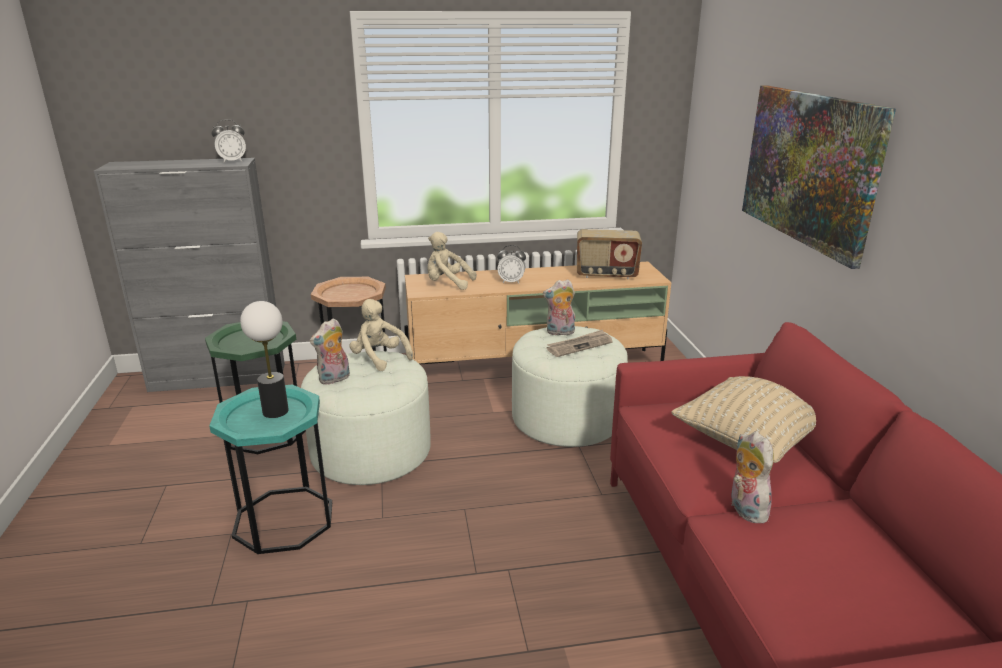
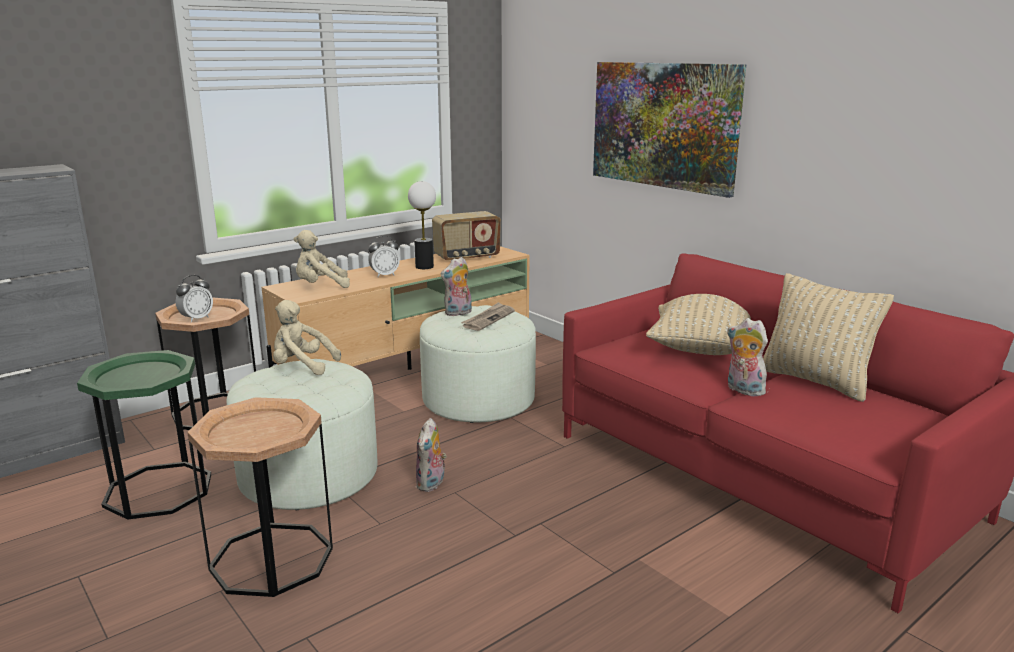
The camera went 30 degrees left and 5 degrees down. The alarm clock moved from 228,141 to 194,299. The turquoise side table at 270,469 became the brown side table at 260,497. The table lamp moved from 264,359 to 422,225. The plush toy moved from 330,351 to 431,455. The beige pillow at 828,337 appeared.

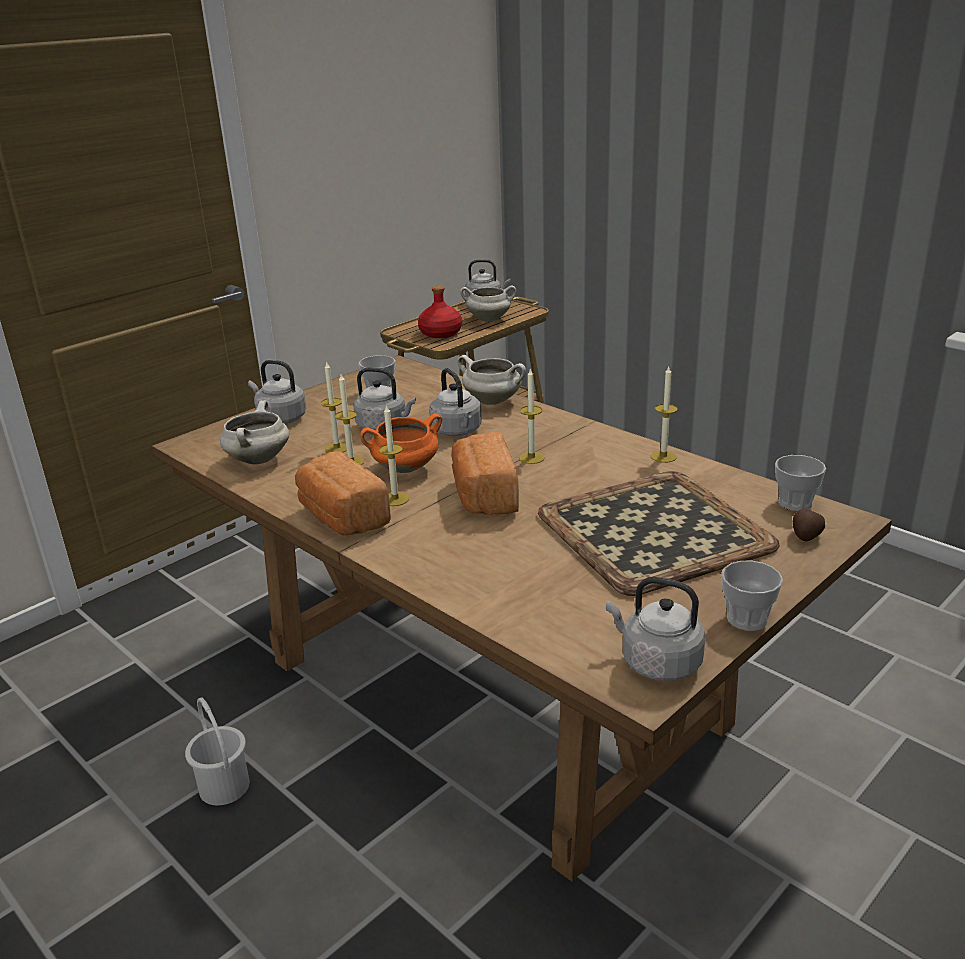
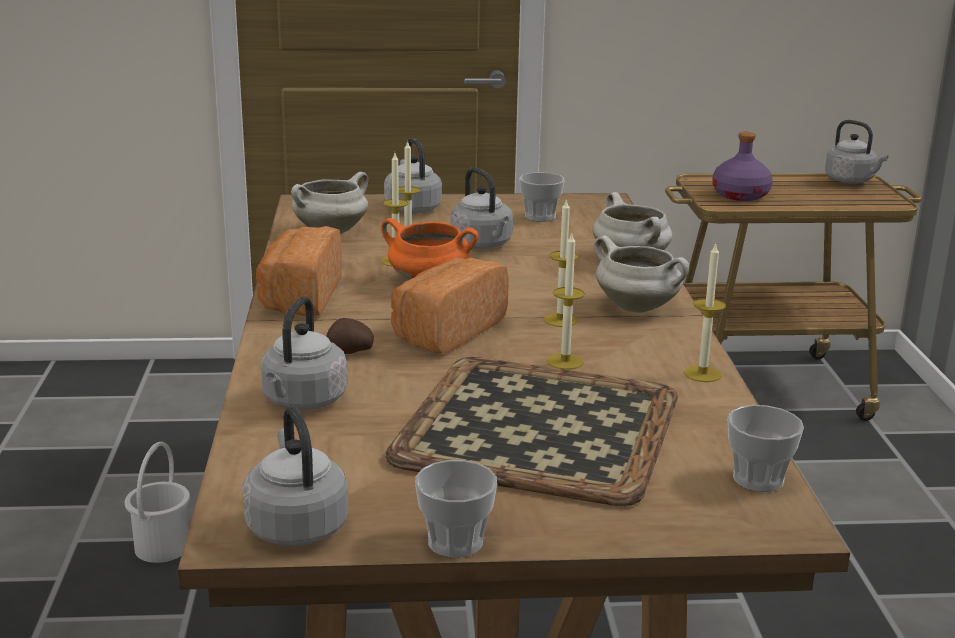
The camera went 40 degrees right and 5 degrees down. The grey kettle moved from 455,402 to 304,353. The potato moved from 809,525 to 350,336. The candle moved from 394,455 to 566,301. The white cooking pot moved from 488,303 to 641,274. The red bottle at 440,311 became the purple bottle at 742,166.

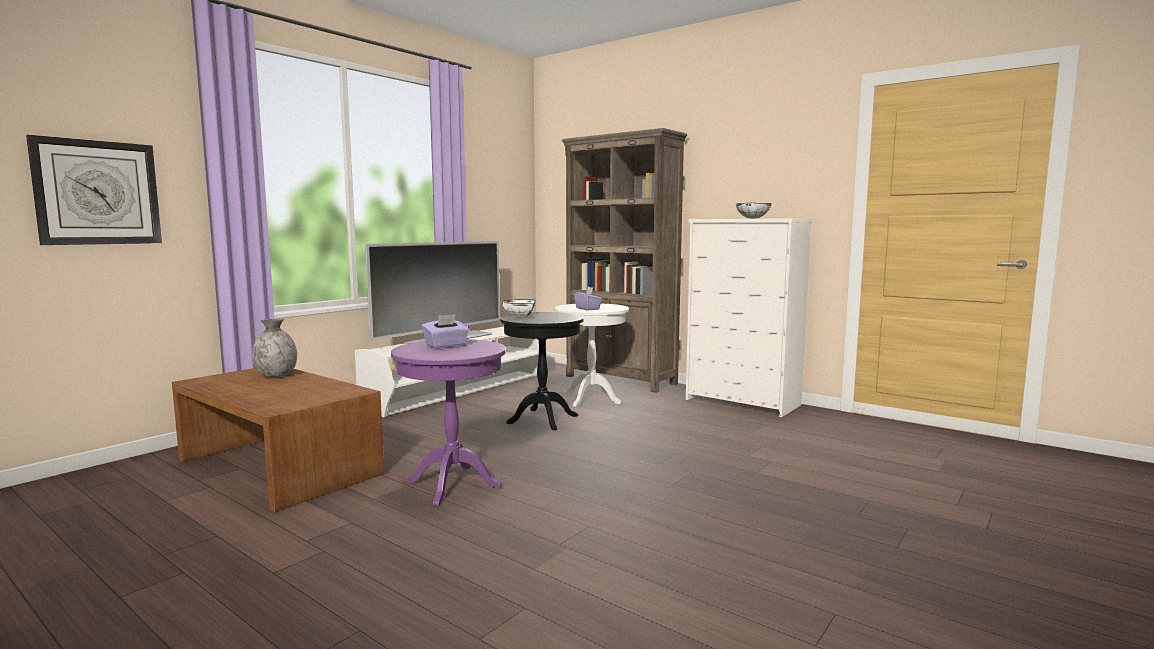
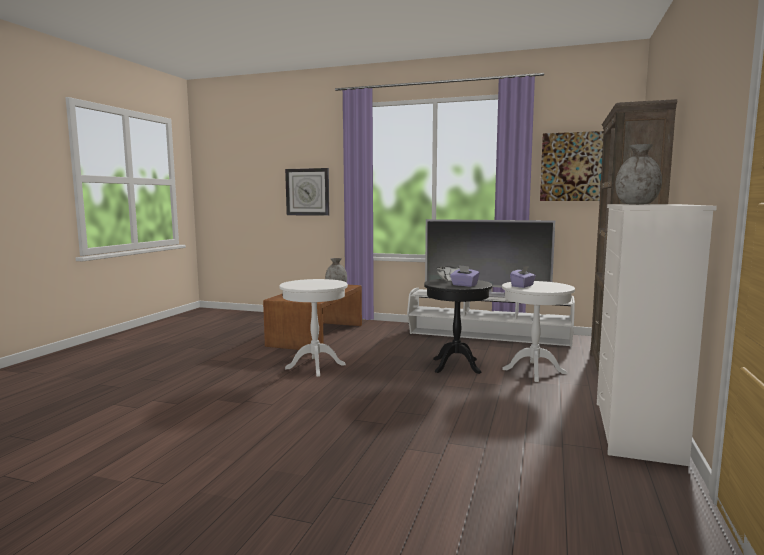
The camera went 70 degrees right and 0 degrees up. The purple side table at 448,422 became the white side table at 313,328. The purple tissue box moved from 445,331 to 465,276. The picture at 572,166 appeared. The white bowl at 753,211 was replaced by the grey vase at 638,174.

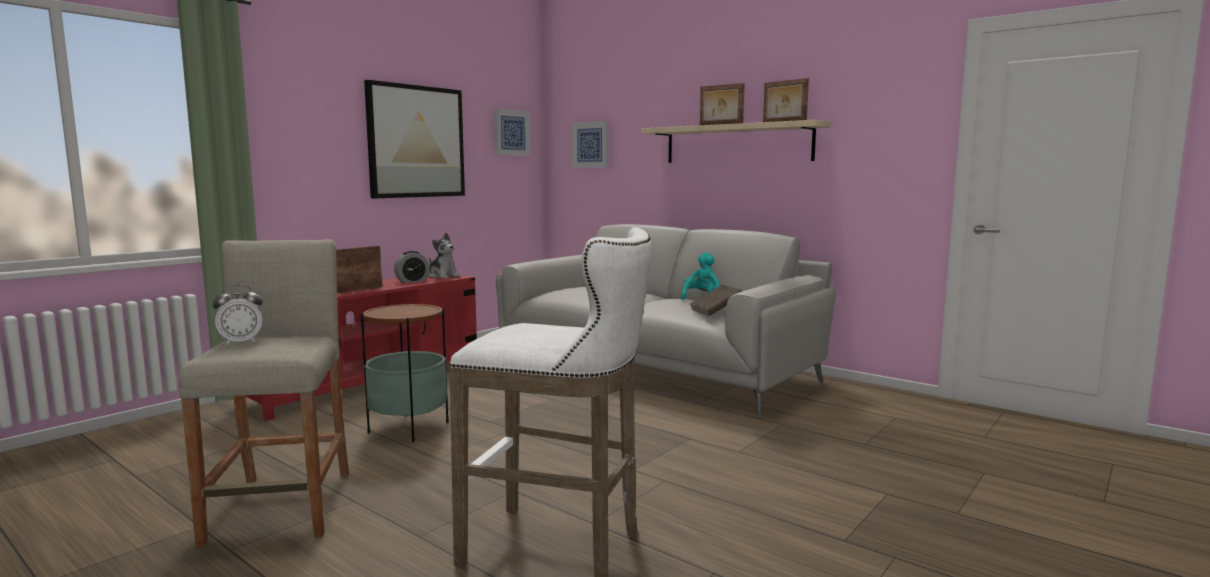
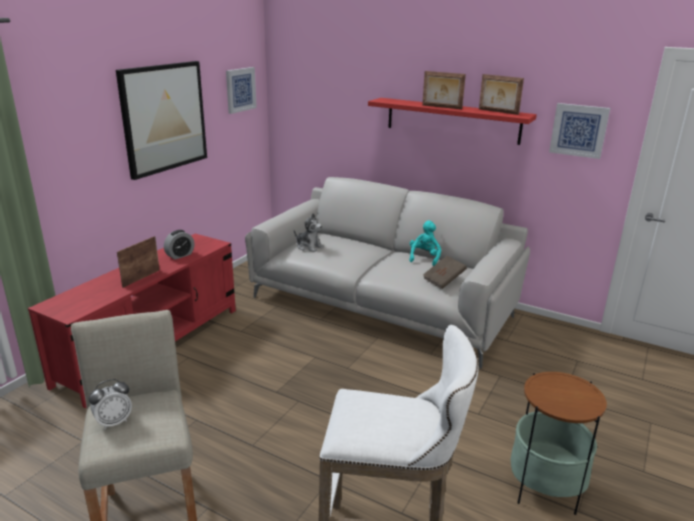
The camera went 10 degrees left and 15 degrees up. The plush toy moved from 444,256 to 309,232. The beige shelf at 735,141 became the red shelf at 452,121. The side table moved from 405,372 to 559,443. The picture moved from 590,144 to 579,131.

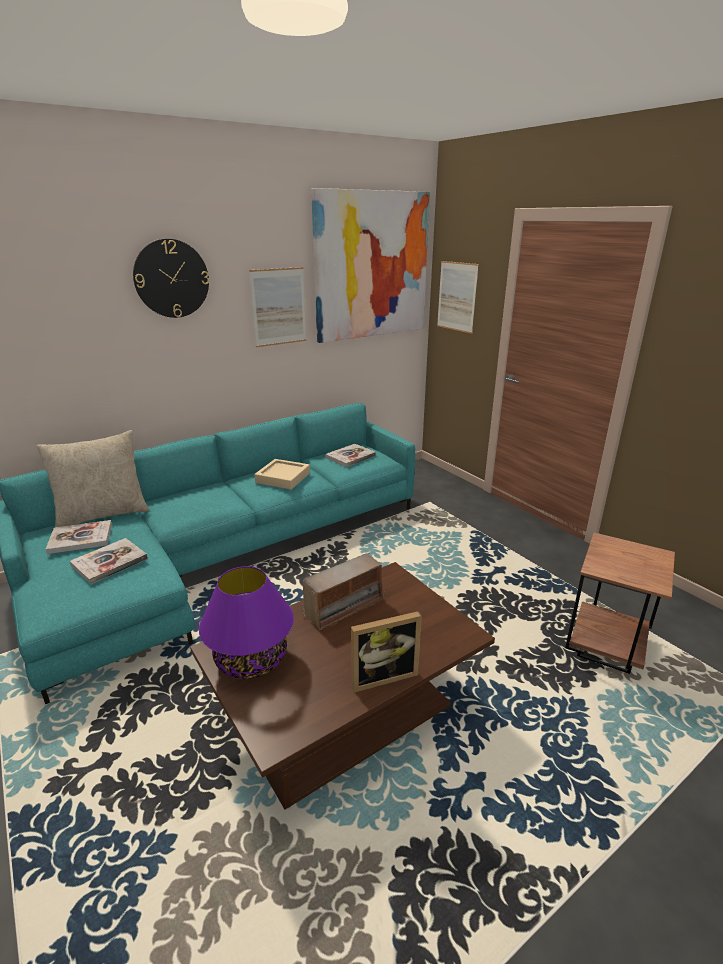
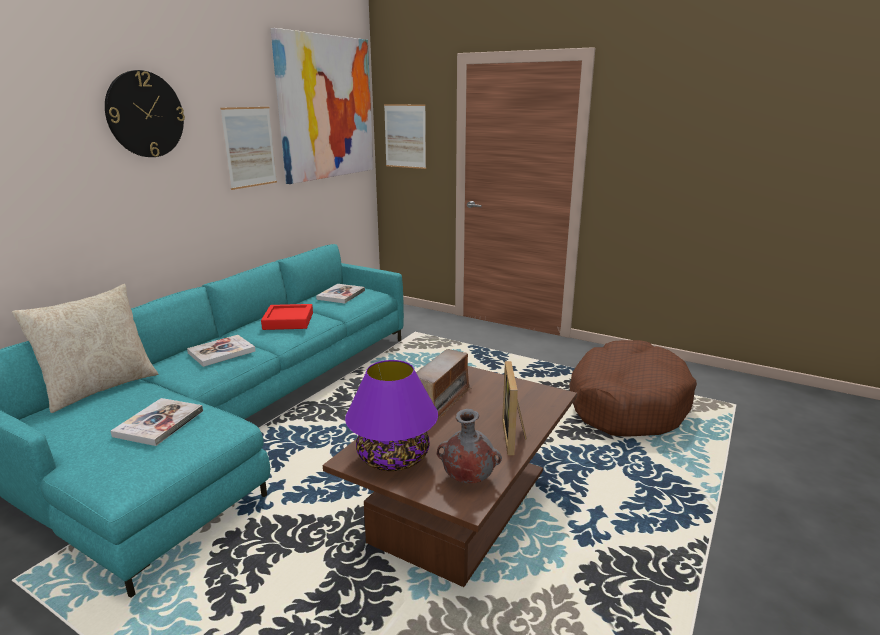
The camera went 25 degrees left and 5 degrees down. The book moved from 78,537 to 221,351. The beige tray at 282,474 became the red tray at 287,317. The grey vase at 469,446 appeared. The picture frame at 386,652 turned 135 degrees clockwise. The brown side table at 620,603 was replaced by the brown dog bed at 633,388.

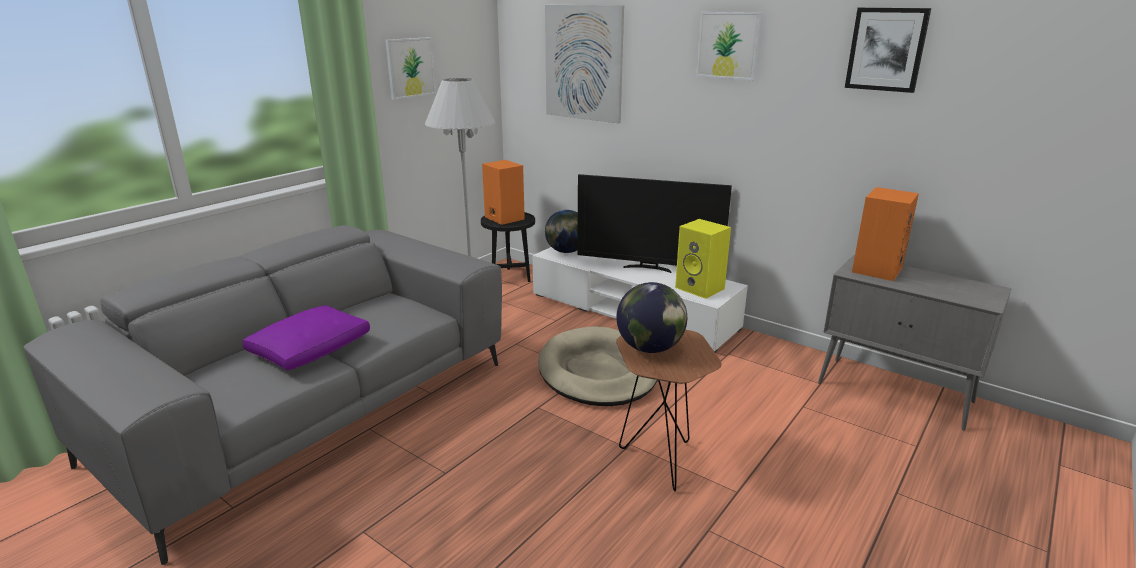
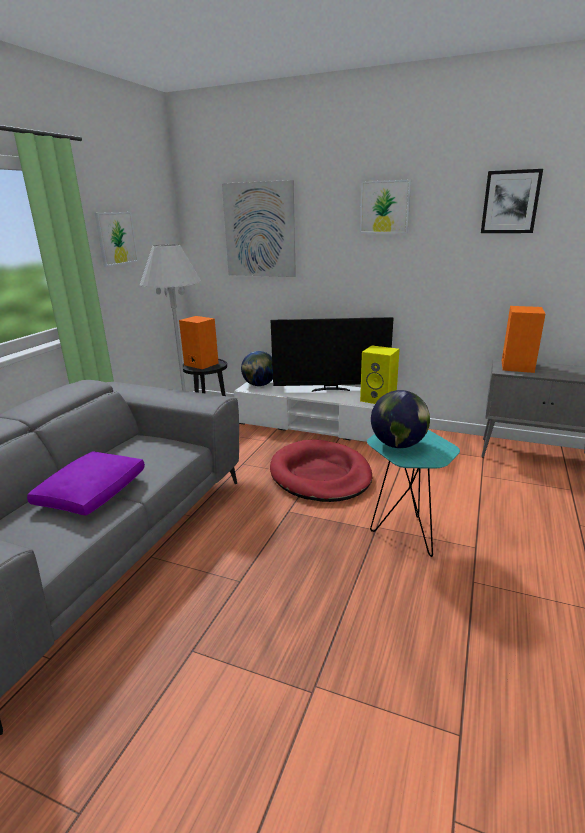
The camera went 15 degrees left and 0 degrees up. The beige dog bed at 598,366 became the red dog bed at 321,470. The brown side table at 668,410 became the turquoise side table at 413,493.

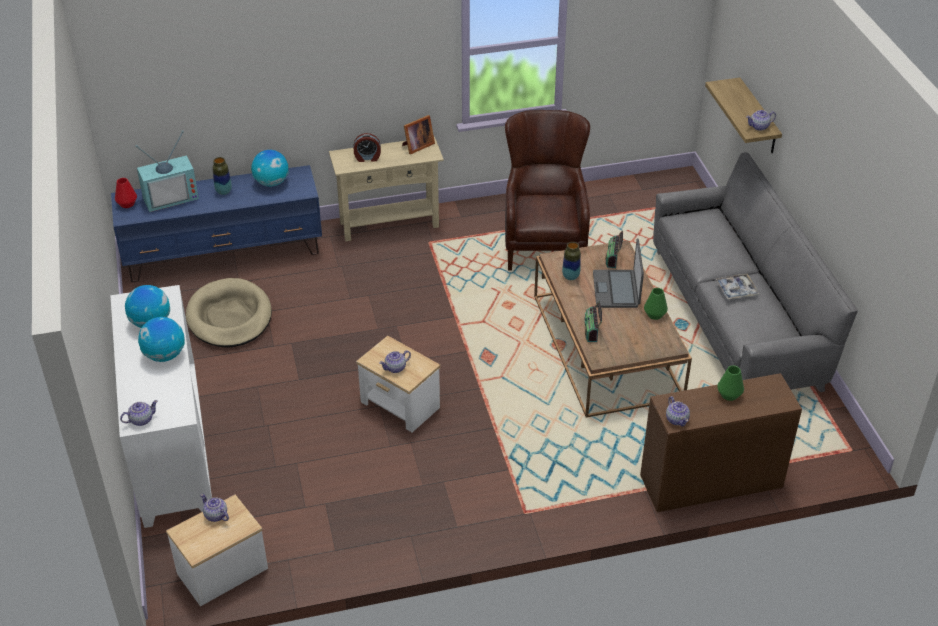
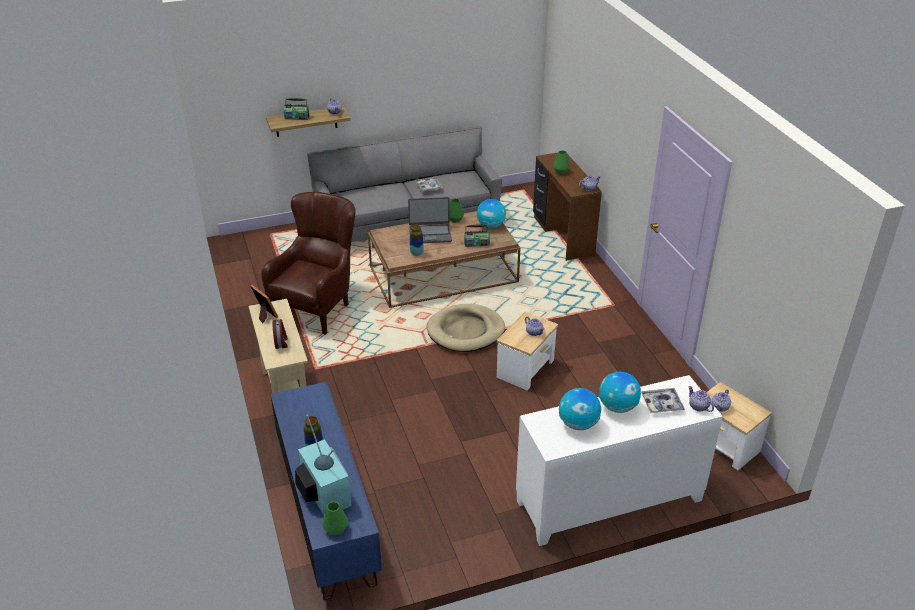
The camera went 95 degrees left and 5 degrees down. The brown armchair at 547,190 turned 120 degrees clockwise. The radio moved from 614,249 to 296,109. The red vase at 126,193 became the green vase at 335,518. The beige dog bed moved from 229,313 to 466,328. The globe moved from 270,168 to 491,213. The tray at 663,400 appeared.

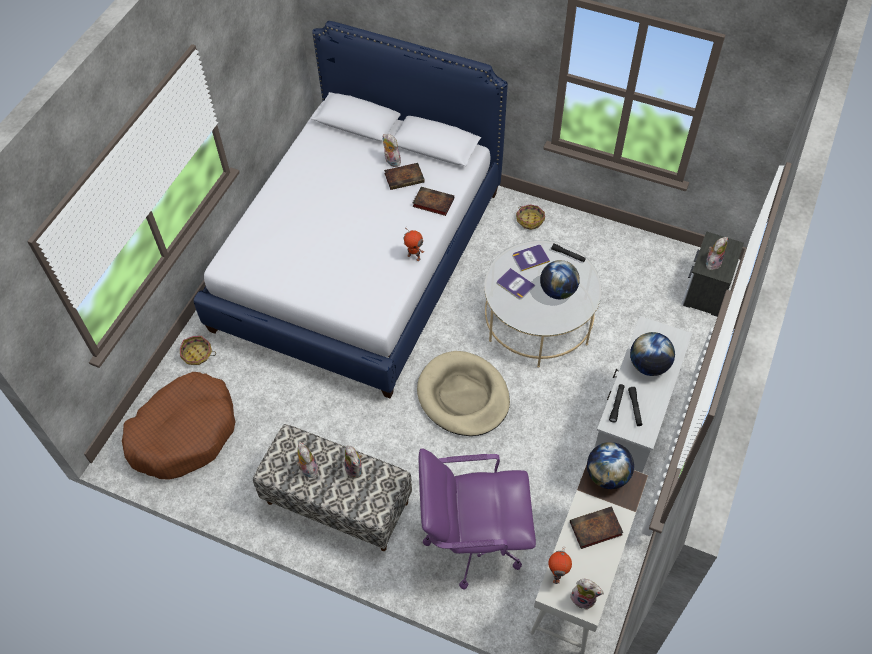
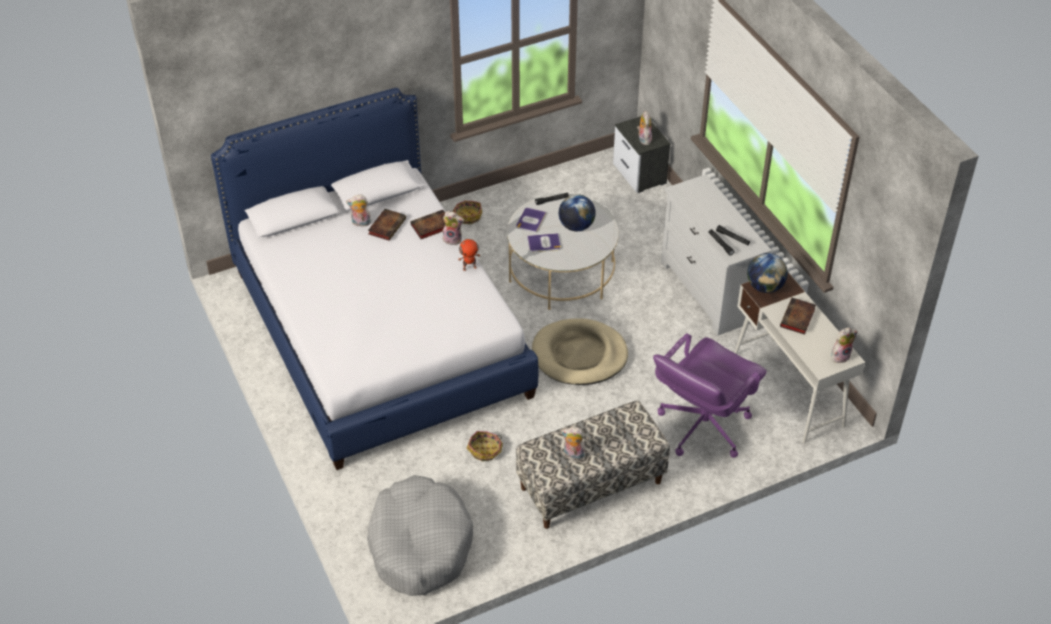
The camera went 50 degrees left and 10 degrees down. The brown dog bed at 179,426 became the grey dog bed at 420,535. The plush toy moved from 353,461 to 453,228. The basket moved from 198,350 to 484,446. The toy robot at 560,565 disappeared. The globe at 652,354 disappeared.

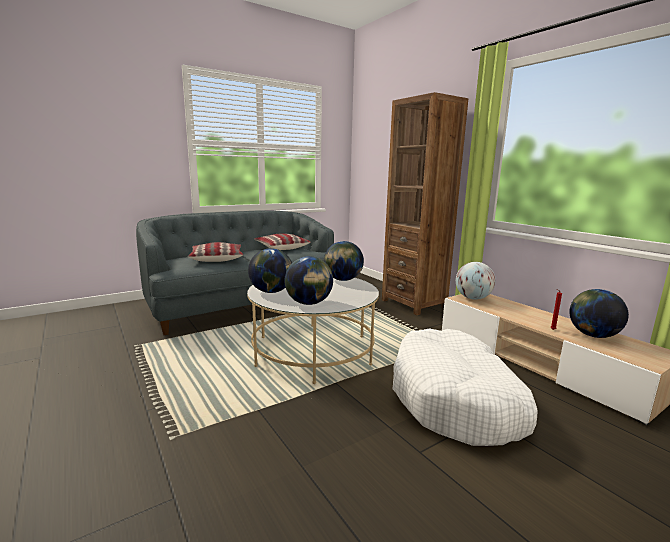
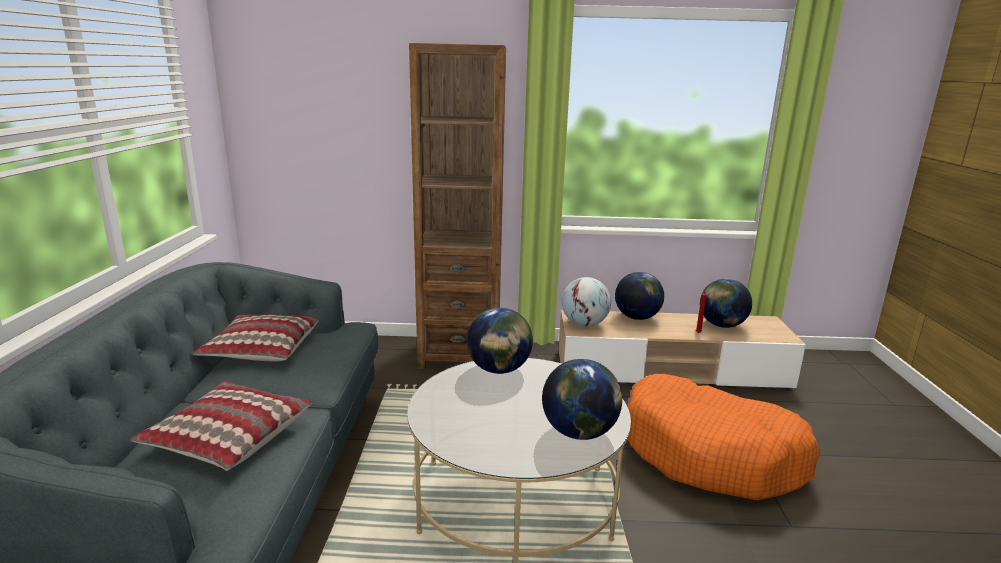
The camera went 55 degrees left and 5 degrees up. The globe moved from 270,270 to 639,296. The white dog bed at 465,387 became the orange dog bed at 724,437.

